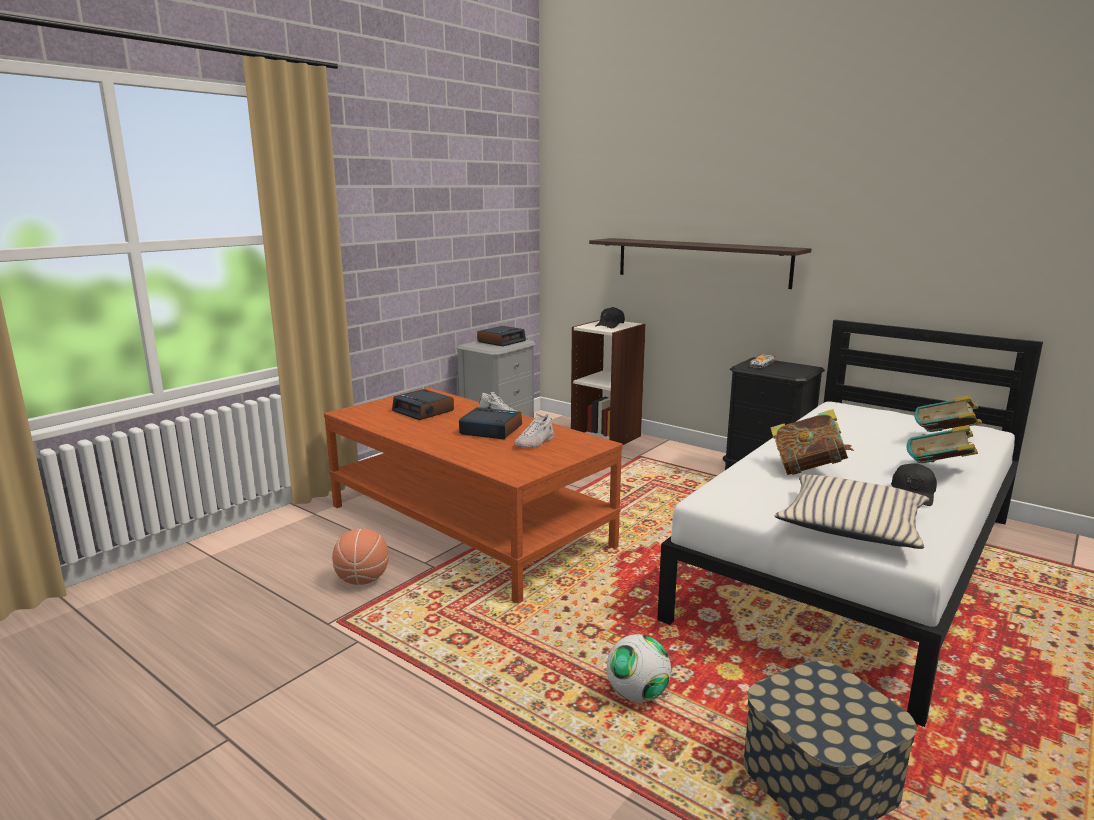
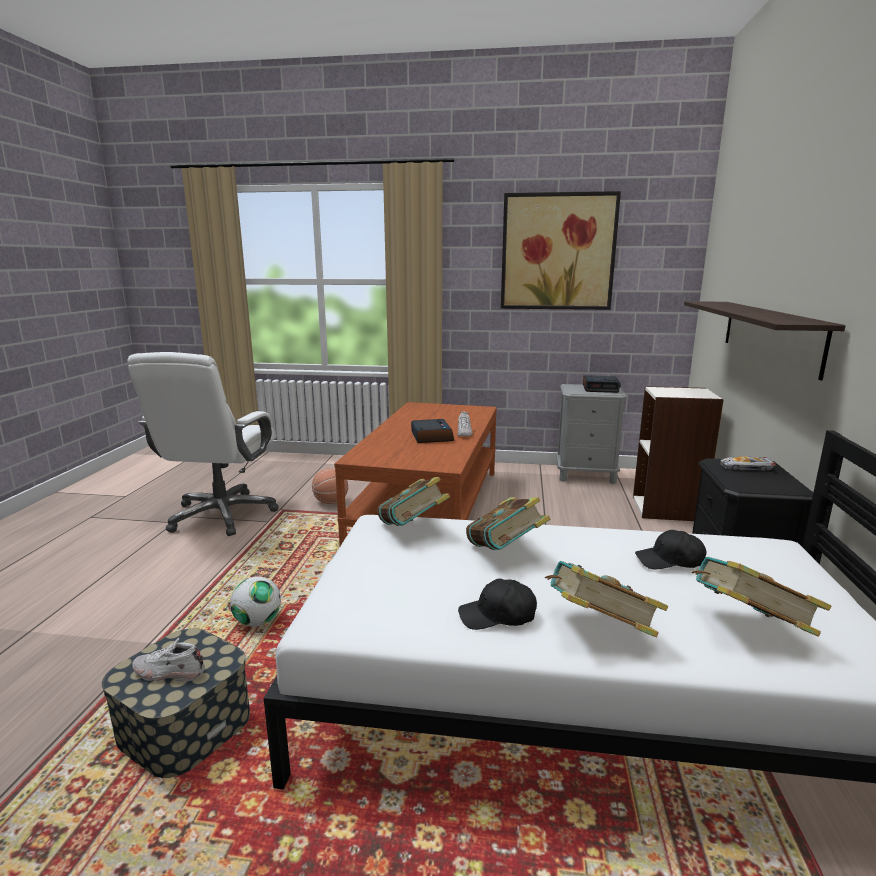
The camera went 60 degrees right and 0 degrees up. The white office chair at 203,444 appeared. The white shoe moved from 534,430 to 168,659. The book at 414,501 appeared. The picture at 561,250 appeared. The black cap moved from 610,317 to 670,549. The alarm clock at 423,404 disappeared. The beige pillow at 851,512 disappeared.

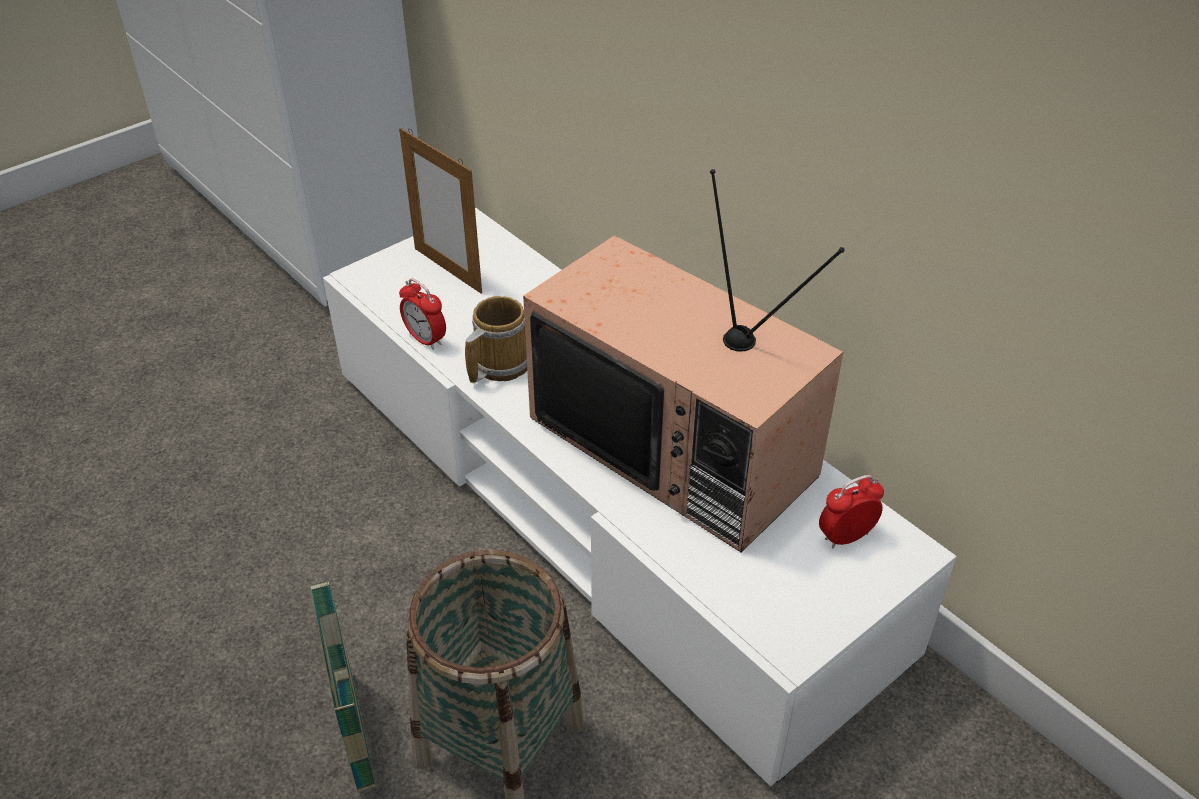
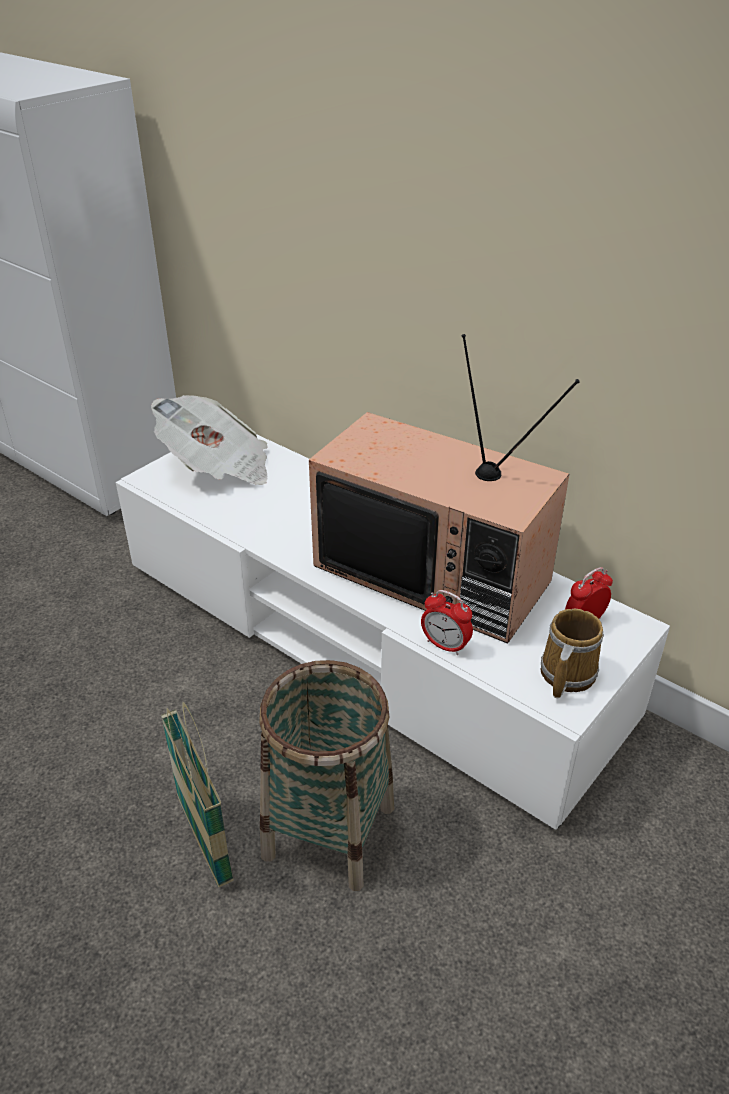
The camera went 10 degrees left and 5 degrees down. The picture frame at 440,210 was replaced by the newspaper at 209,440. The alarm clock moved from 422,314 to 447,622. The mug moved from 496,339 to 572,653.

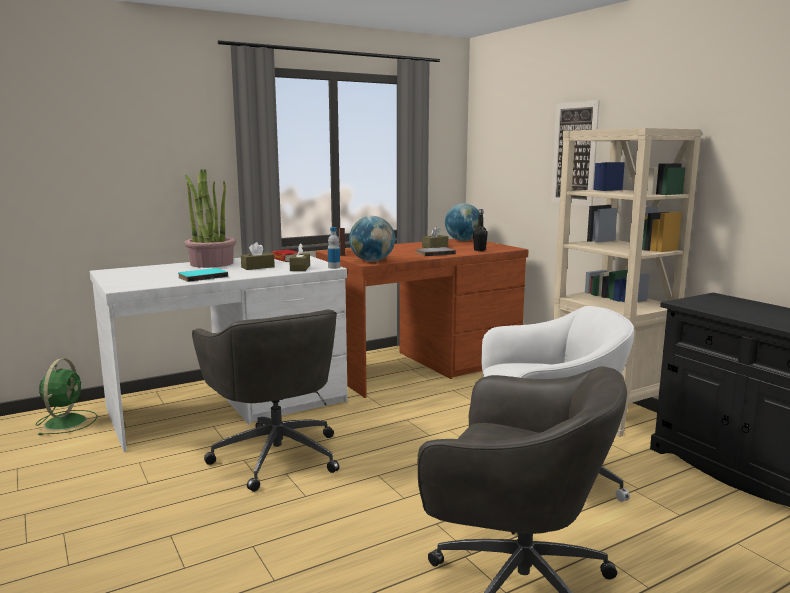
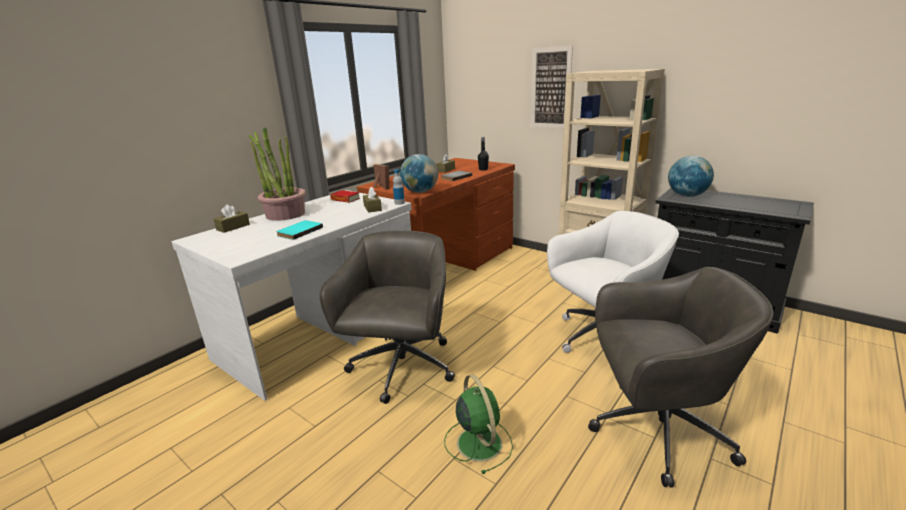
The camera went 20 degrees left and 10 degrees up. The brown tissue box moved from 258,256 to 232,218. The grey office chair at 265,401 turned 120 degrees counterclockwise. The green fan moved from 66,396 to 478,424. The globe moved from 462,222 to 691,176.

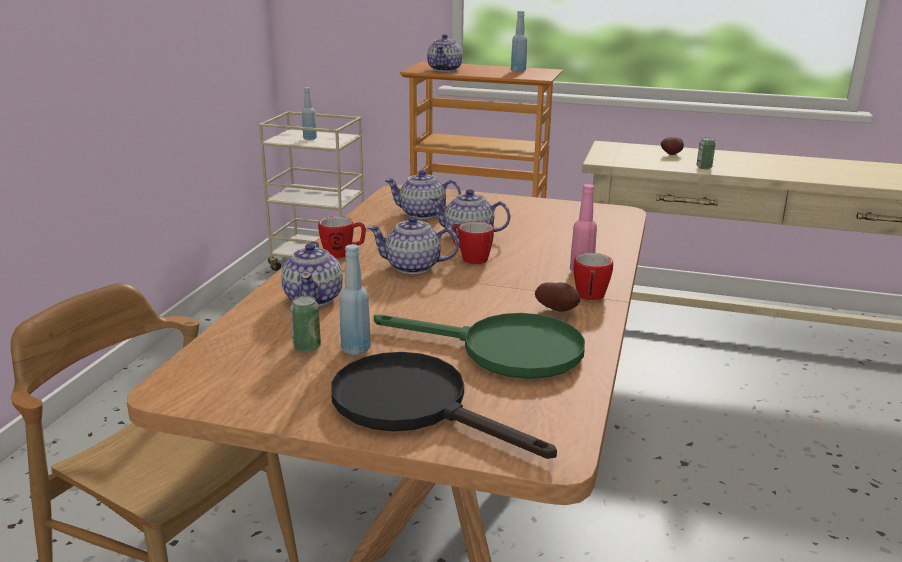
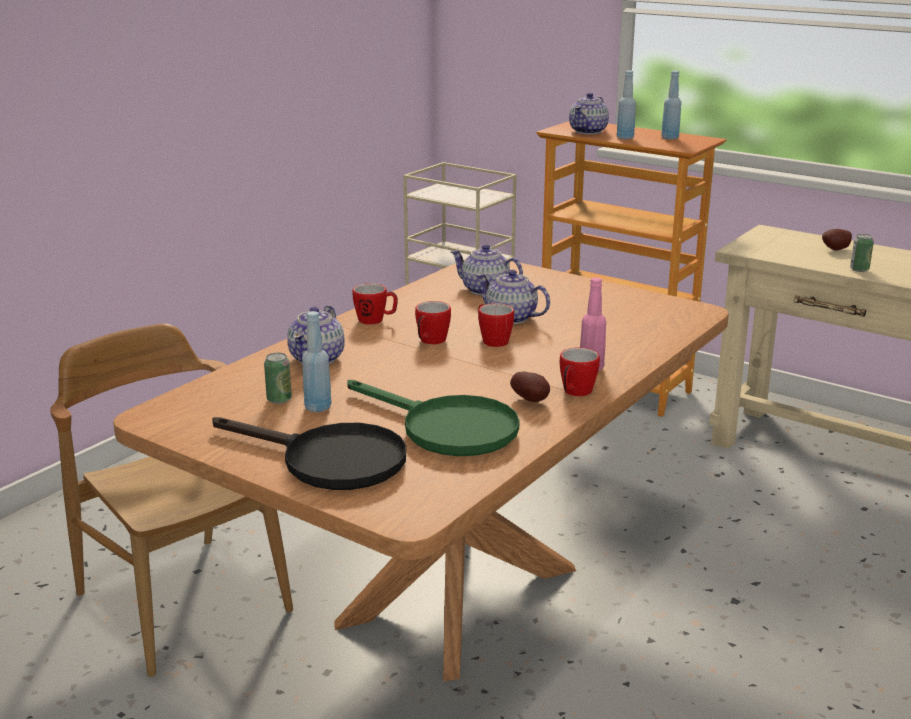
The camera went 20 degrees right and 0 degrees up. The black frying pan at 444,405 turned 150 degrees clockwise. The teapot at 413,245 was replaced by the mug at 433,323. The blue bottle moved from 309,113 to 626,104.

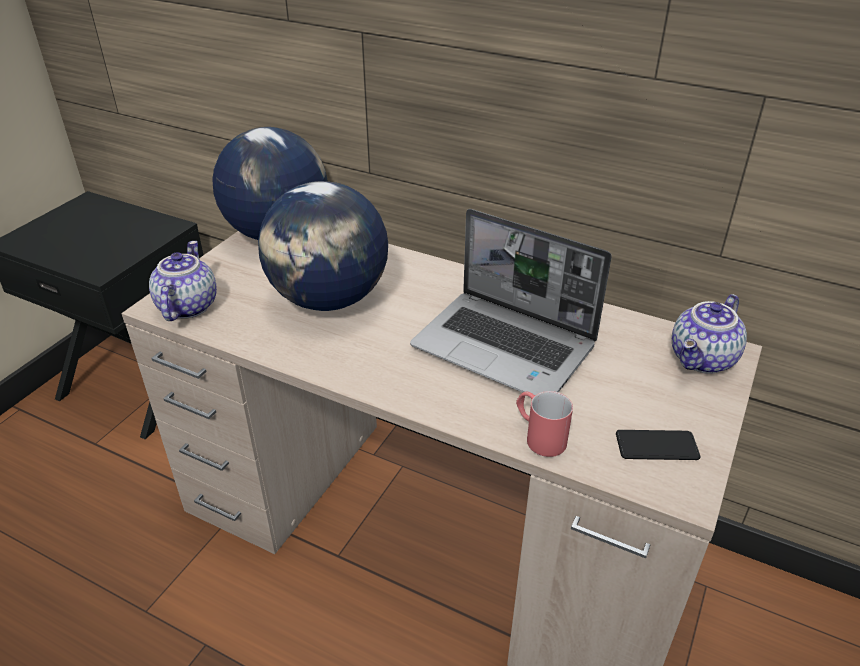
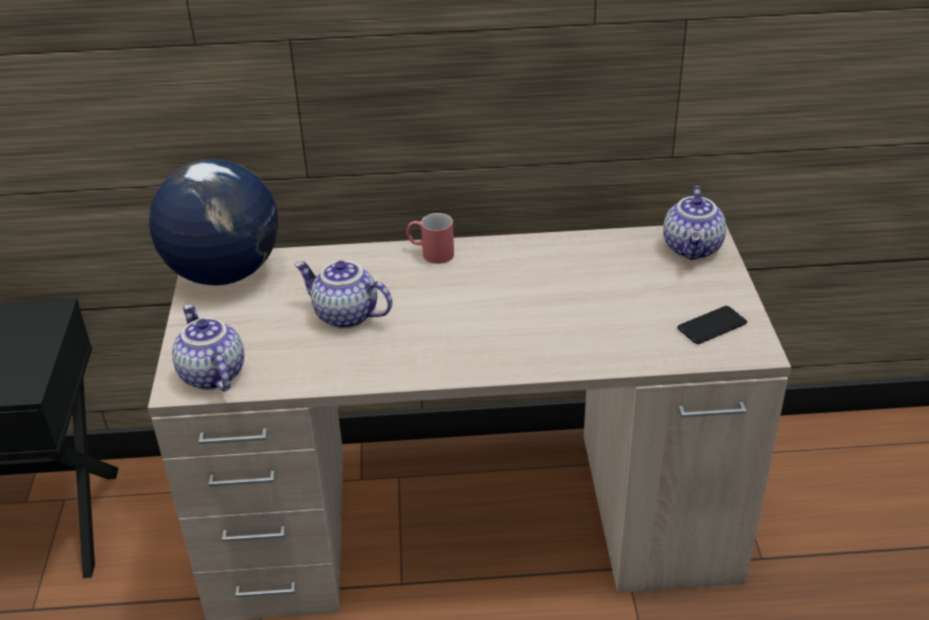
The camera went 30 degrees left and 0 degrees up. The globe at 323,246 was replaced by the teapot at 343,295. The red mug moved from 544,424 to 430,238. The laptop at 511,302 disappeared.

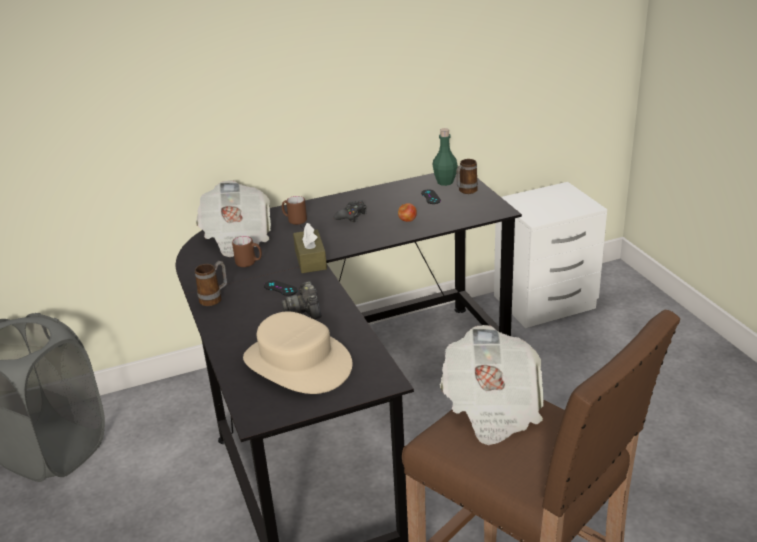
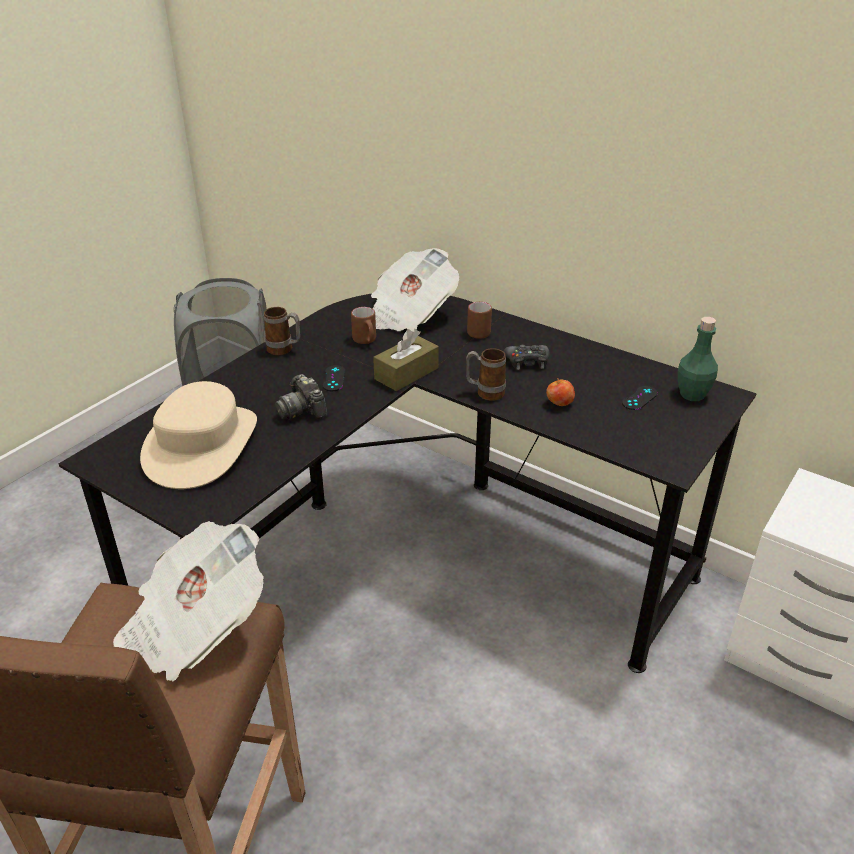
The camera went 55 degrees right and 5 degrees up. The photo camera at 301,300 turned 75 degrees counterclockwise. The mug moved from 467,176 to 486,374.

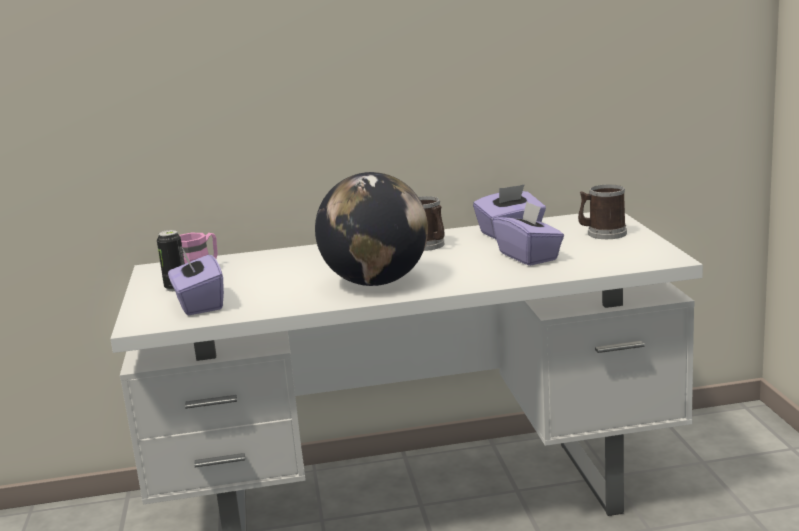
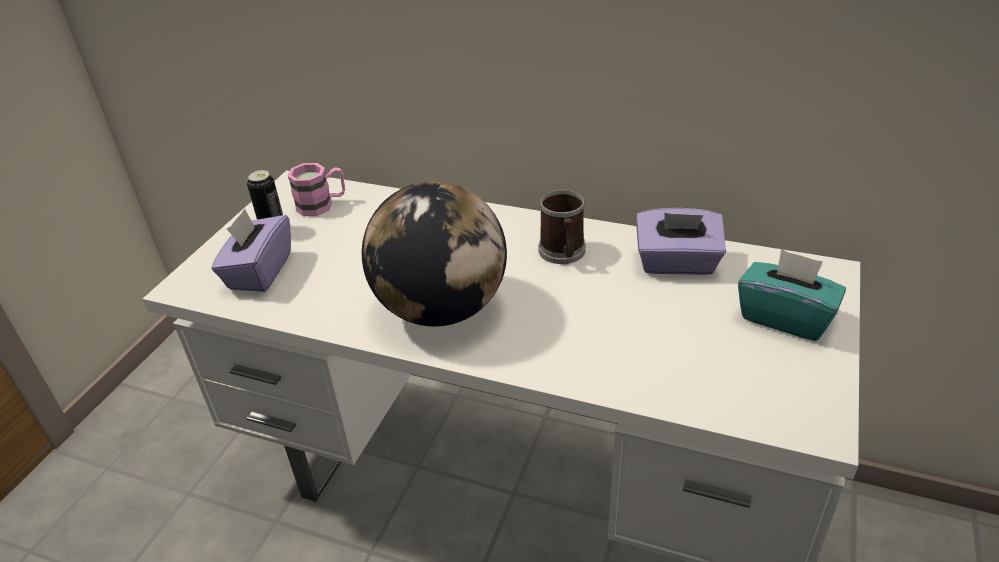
The camera went 30 degrees right and 20 degrees up. The mug at 602,211 was replaced by the turquoise tissue box at 792,295. The purple tissue box at 528,234 disappeared.

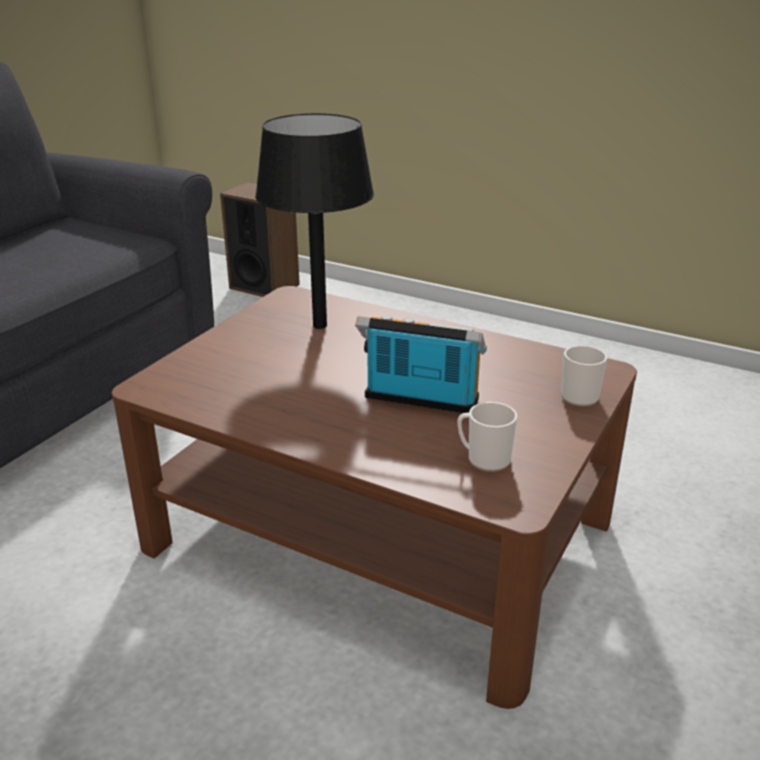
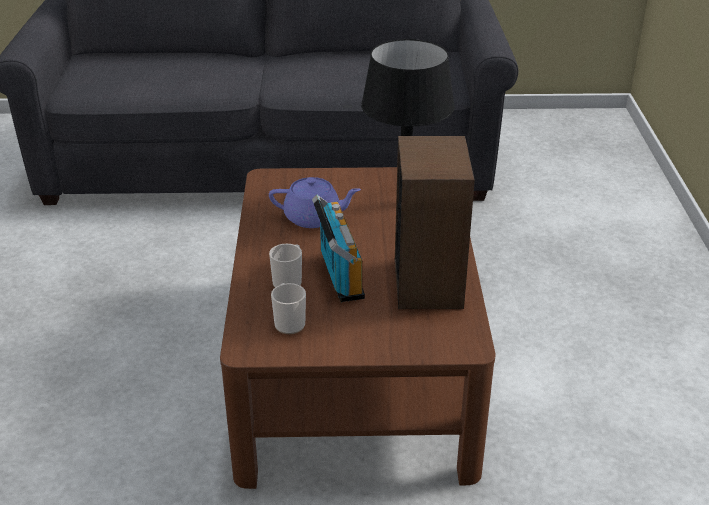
The camera went 60 degrees right and 5 degrees up. The purple teapot at 315,202 appeared. The mug moved from 584,376 to 285,265. The speaker moved from 260,239 to 435,222.

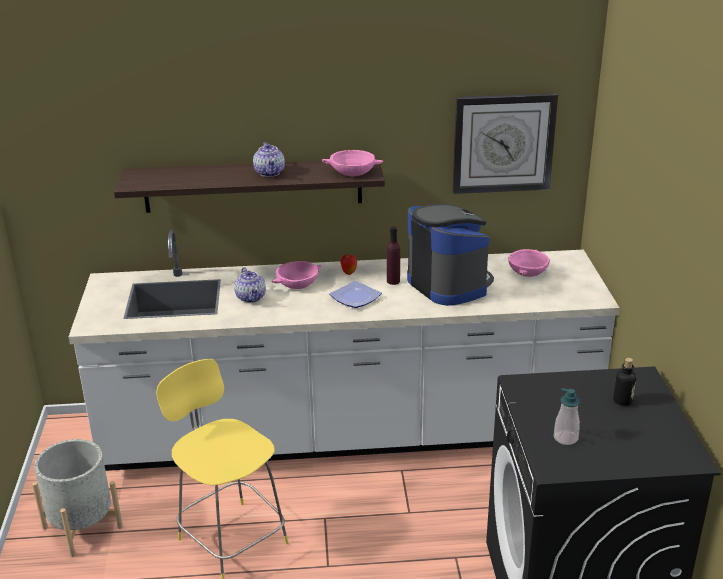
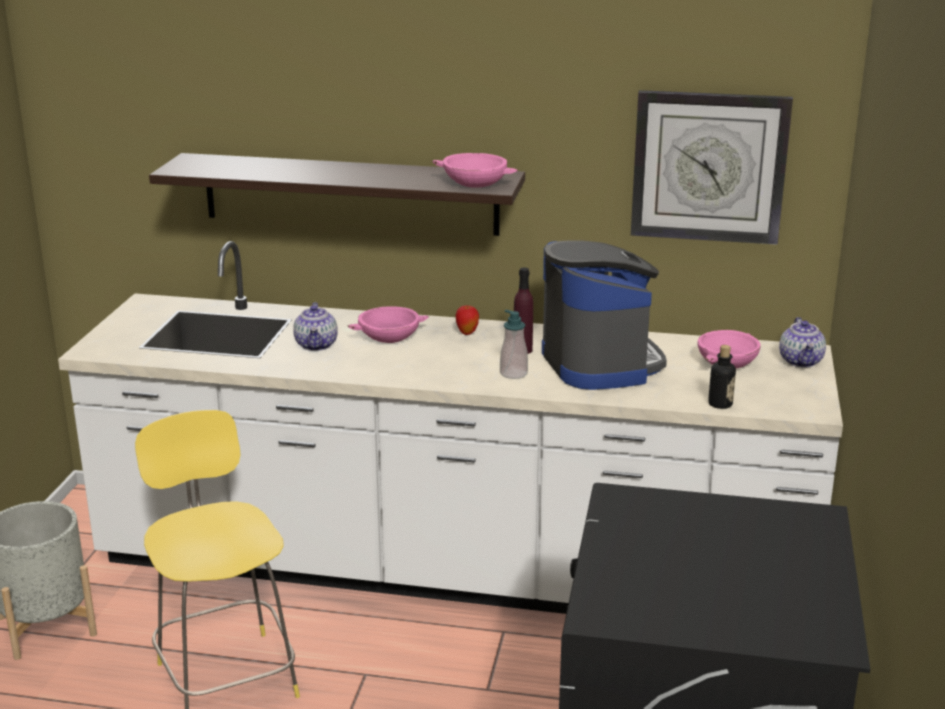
The camera went 15 degrees right and 5 degrees down. The soap dispenser moved from 567,416 to 514,344. The bottle moved from 624,382 to 722,377. The teapot moved from 269,159 to 802,342. The plate at 355,294 disappeared.

